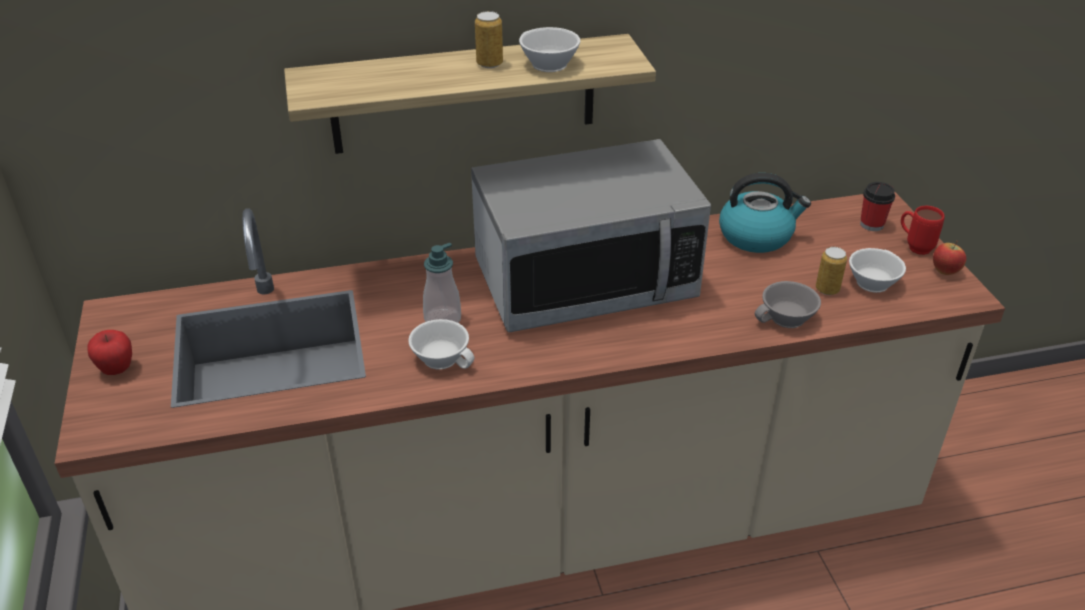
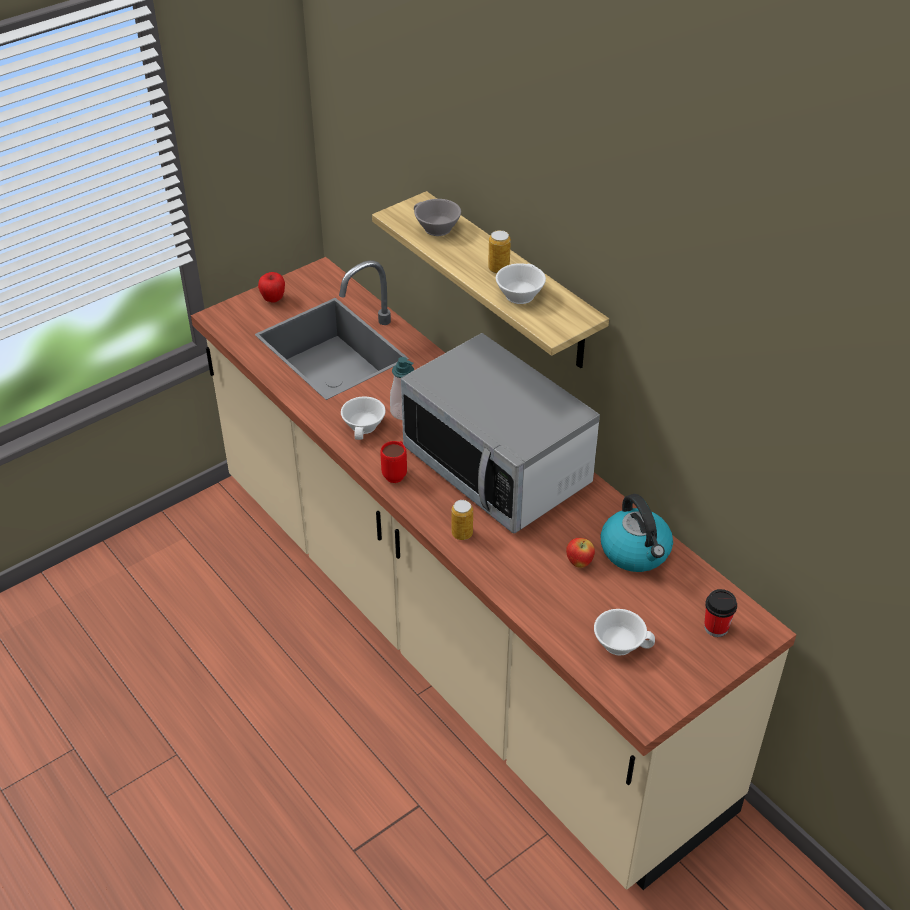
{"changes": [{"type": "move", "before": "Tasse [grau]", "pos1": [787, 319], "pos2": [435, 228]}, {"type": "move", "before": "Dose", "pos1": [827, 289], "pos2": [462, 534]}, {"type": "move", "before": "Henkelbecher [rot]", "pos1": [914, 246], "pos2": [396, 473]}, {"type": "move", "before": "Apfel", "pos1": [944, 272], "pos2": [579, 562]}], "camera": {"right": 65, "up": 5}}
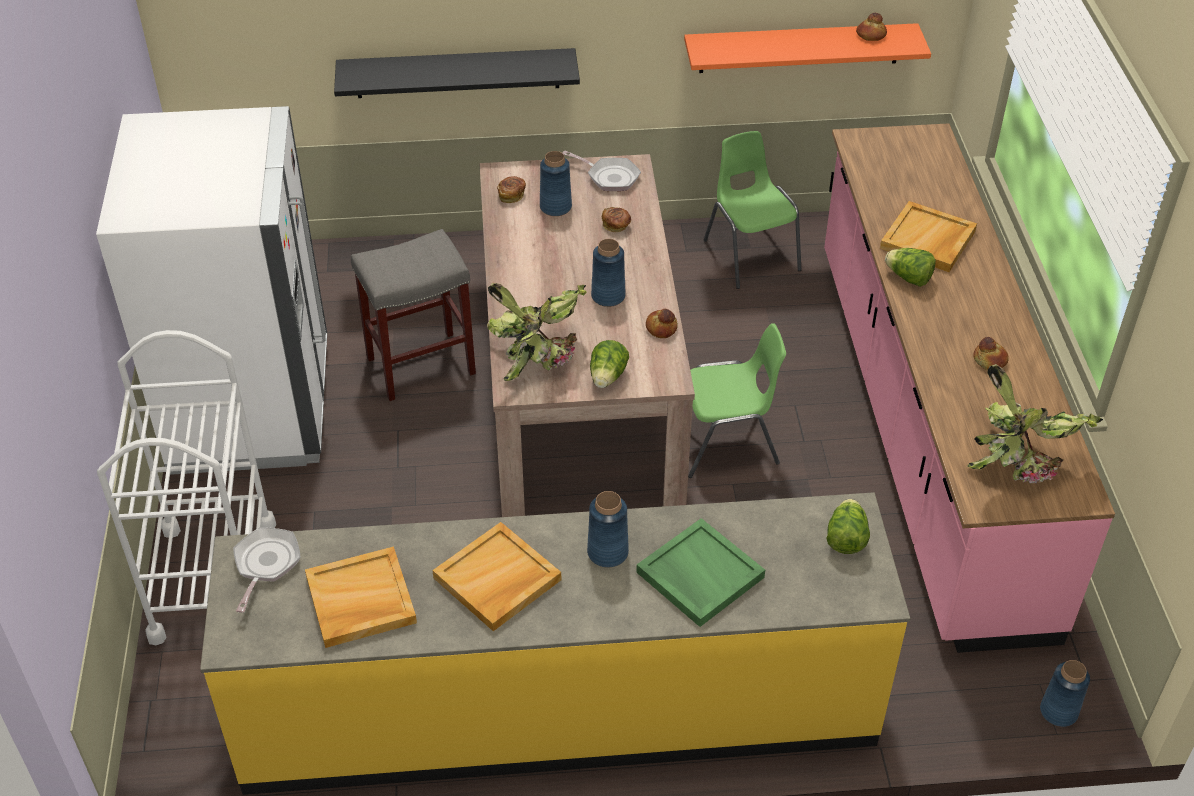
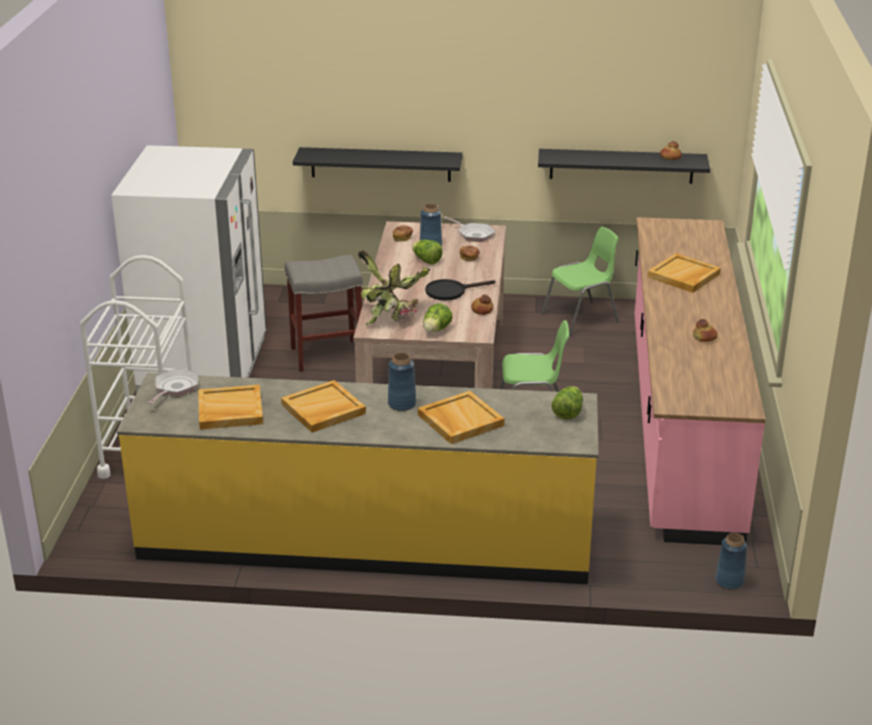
{"changes": [{"type": "delete", "before": "Topfpflanze", "pos1": [1020, 462]}, {"type": "move", "before": "Salatkopf", "pos1": [908, 278], "pos2": [426, 261]}, {"type": "replace", "before": "Vase [blau]", "after": "Pfanne [schwarz]", "pos1": [608, 296], "pos2": [451, 291]}, {"type": "recolor", "before": "Tablett [grün]", "after": "Tablett [beige]", "pos1": [699, 575], "pos2": [459, 420]}, {"type": "recolor", "before": "Wandregal [orange]", "after": "Wandregal [schwarz]", "pos1": [799, 48], "pos2": [621, 166]}, {"type": "rotate", "before": "Stuhl [grün]", "pos1": [750, 254], "pos2": [581, 318], "turn": 75}], "camera": {"right": 10, "up": -15}}
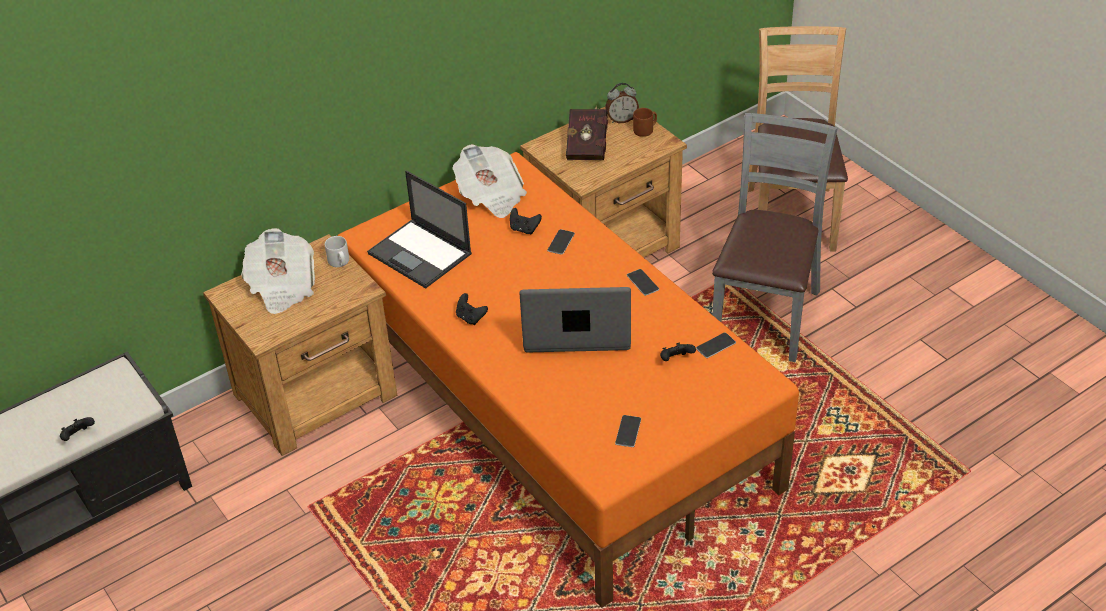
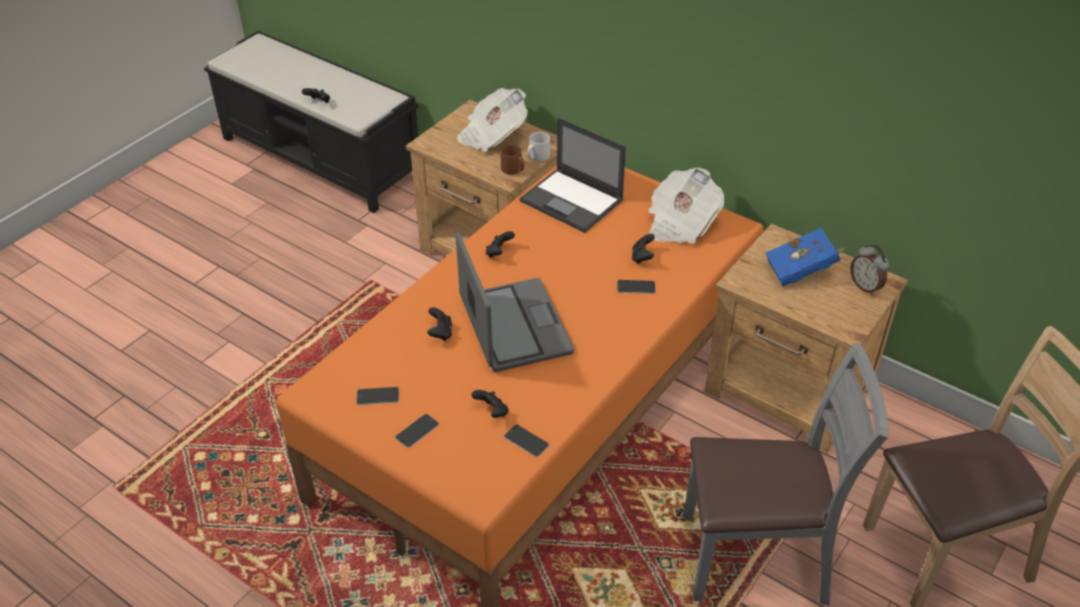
{"changes": [{"type": "insert", "after": "Gamepad [schwarz]", "pos2": [440, 333]}, {"type": "move", "before": "Handy", "pos1": [642, 282], "pos2": [417, 431]}, {"type": "move", "before": "Henkelbecher [braun]", "pos1": [645, 130], "pos2": [513, 170]}, {"type": "recolor", "before": "Buch [rot]", "after": "Buch [blau]", "pos1": [588, 145], "pos2": [802, 271]}, {"type": "rotate", "before": "Laptop", "pos1": [421, 254], "pos2": [572, 201], "turn": -75}], "camera": {"right": 70, "up": 0}}
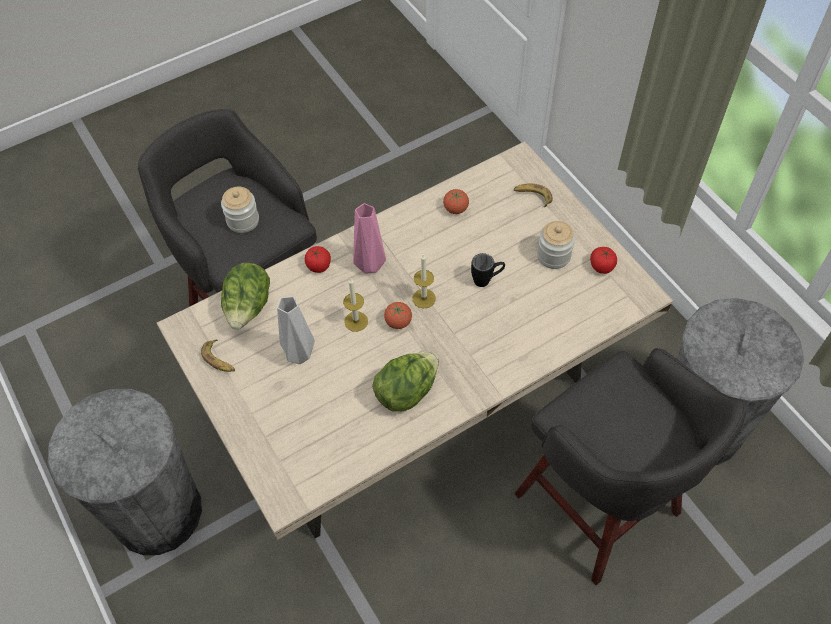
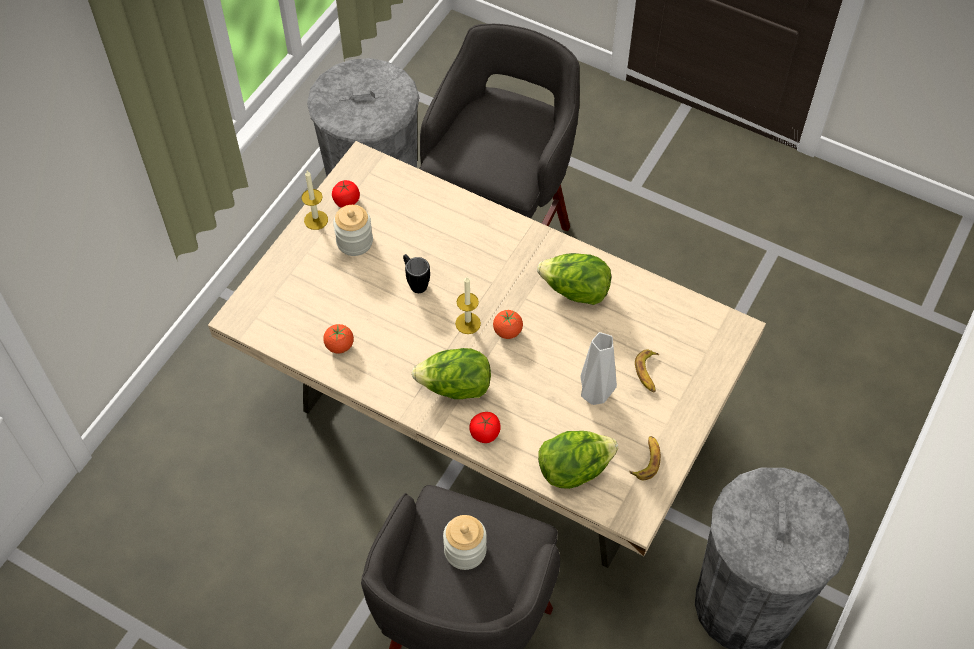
{"changes": [{"type": "move", "before": "Kerze", "pos1": [356, 321], "pos2": [316, 220]}, {"type": "move", "before": "Banane", "pos1": [532, 196], "pos2": [648, 373]}, {"type": "replace", "before": "Vase [rosa]", "after": "Salatkopf", "pos1": [370, 264], "pos2": [455, 387]}], "camera": {"right": -120, "up": 0}}
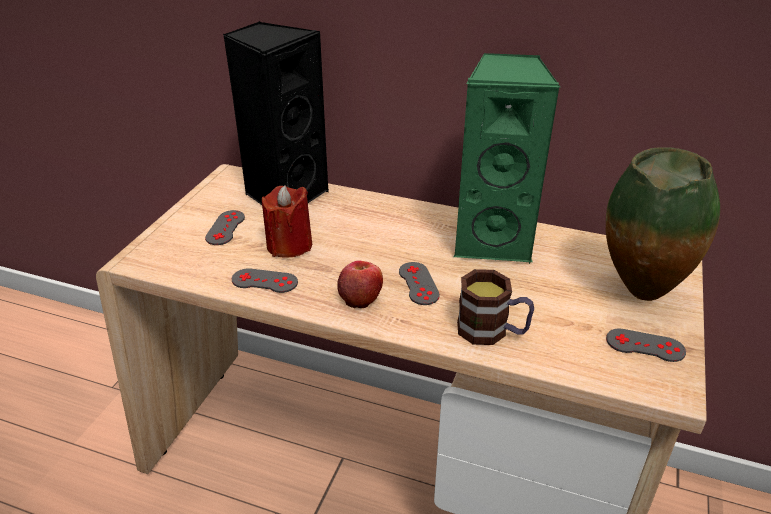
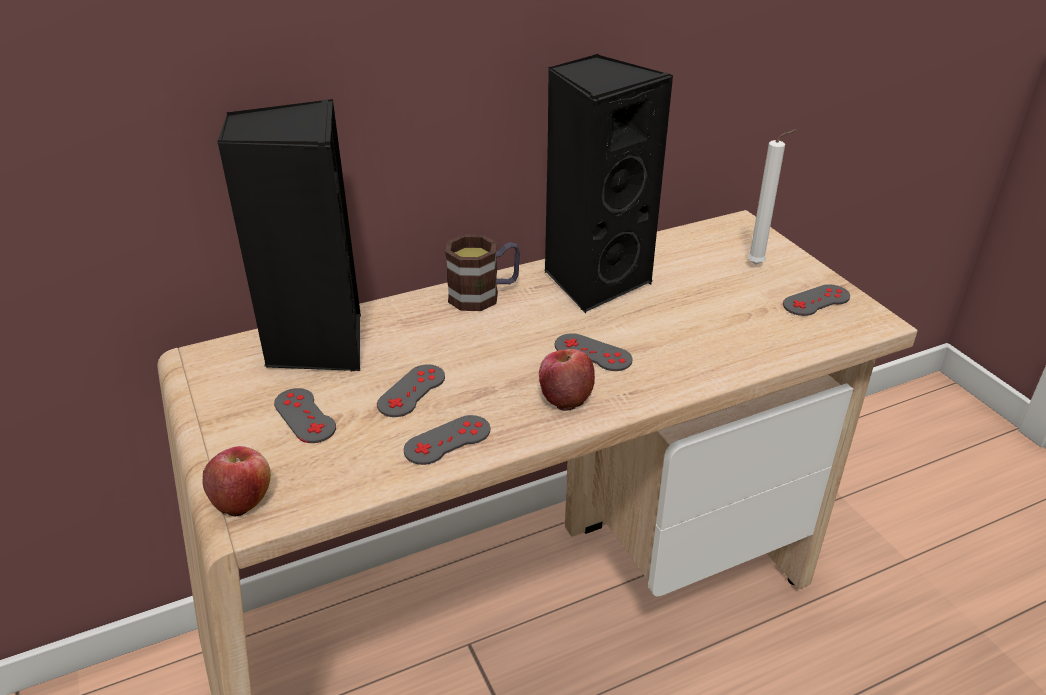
{"changes": [{"type": "insert", "after": "Apfel", "pos2": [242, 499]}, {"type": "move", "before": "Henkelbecher", "pos1": [492, 331], "pos2": [484, 295]}, {"type": "replace", "before": "Kerze [rot]", "after": "Gamepad [grau]", "pos1": [289, 245], "pos2": [411, 391]}, {"type": "replace", "before": "Vase", "after": "Kerze [weiß]", "pos1": [639, 295], "pos2": [758, 265]}, {"type": "recolor", "before": "Lautsprecher [grün]", "after": "Lautsprecher [schwarz]", "pos1": [493, 241], "pos2": [593, 280]}], "camera": {"right": -45, "up": 0}}
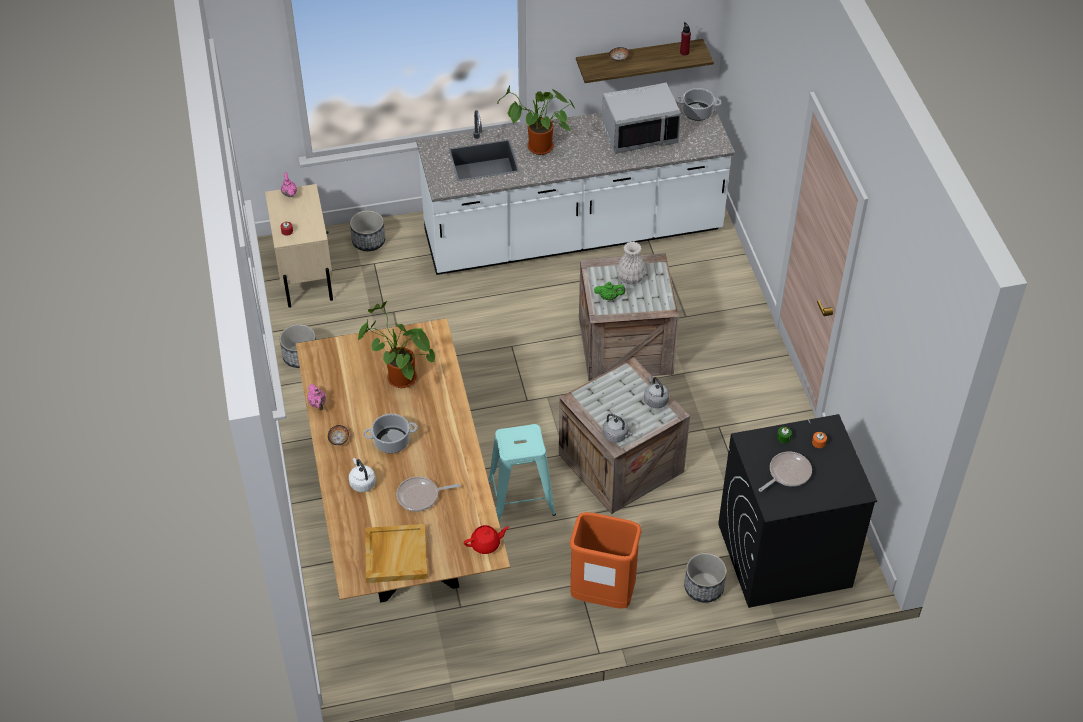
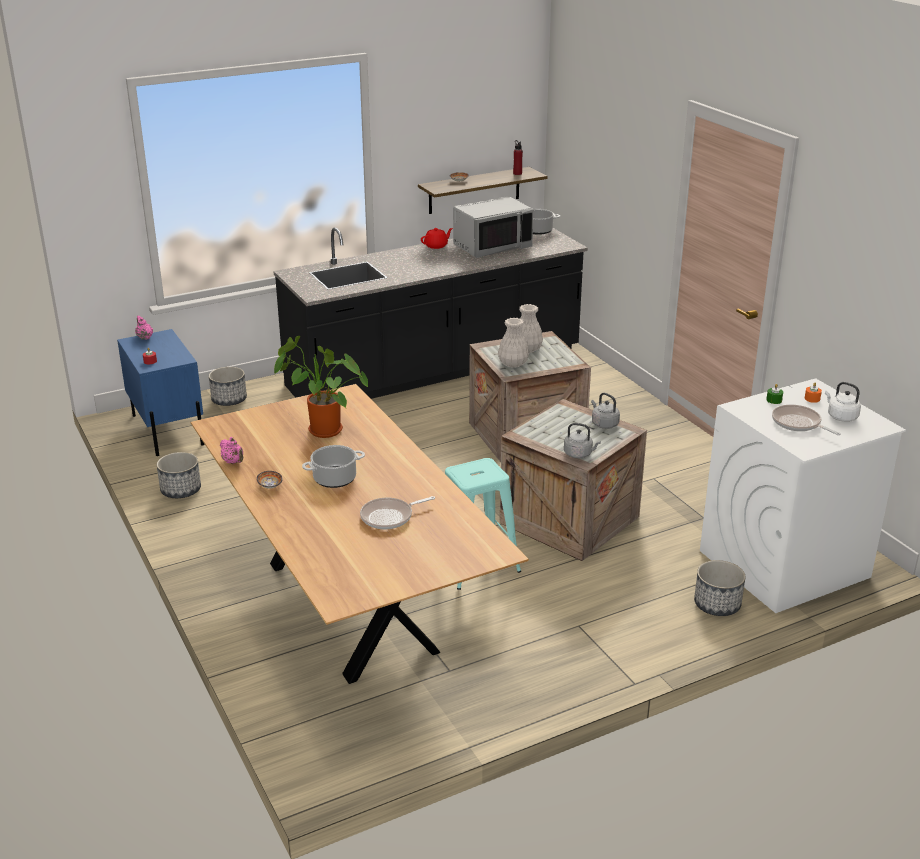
{"changes": [{"type": "delete", "before": "Tablett [beige]", "pos1": [395, 554]}, {"type": "delete", "before": "Topfpflanze", "pos1": [537, 148]}, {"type": "delete", "before": "Mülleimer [orange]", "pos1": [602, 595]}, {"type": "move", "before": "Wasserkessel [weiß]", "pos1": [362, 482], "pos2": [840, 416]}, {"type": "move", "before": "Teekanne [rot]", "pos1": [486, 544], "pos2": [436, 246]}, {"type": "replace", "before": "Teekanne [grün]", "after": "Vase [weiß]", "pos1": [609, 297], "pos2": [513, 363]}, {"type": "recolor", "before": "Nachttisch [beige]", "after": "Nachttisch [blau]", "pos1": [305, 273], "pos2": [167, 429]}, {"type": "recolor", "before": "Küchenzeile [weiß]", "after": "Küchenzeile [schwarz]", "pos1": [573, 234], "pos2": [435, 370]}, {"type": "recolor", "before": "Waschmaschine [schwarz]", "after": "Waschmaschine [weiß]", "pos1": [783, 556], "pos2": [783, 564]}, {"type": "rotate", "before": "Pfanne", "pos1": [787, 473], "pos2": [798, 423], "turn": -75}], "camera": {"right": -15, "up": -20}}
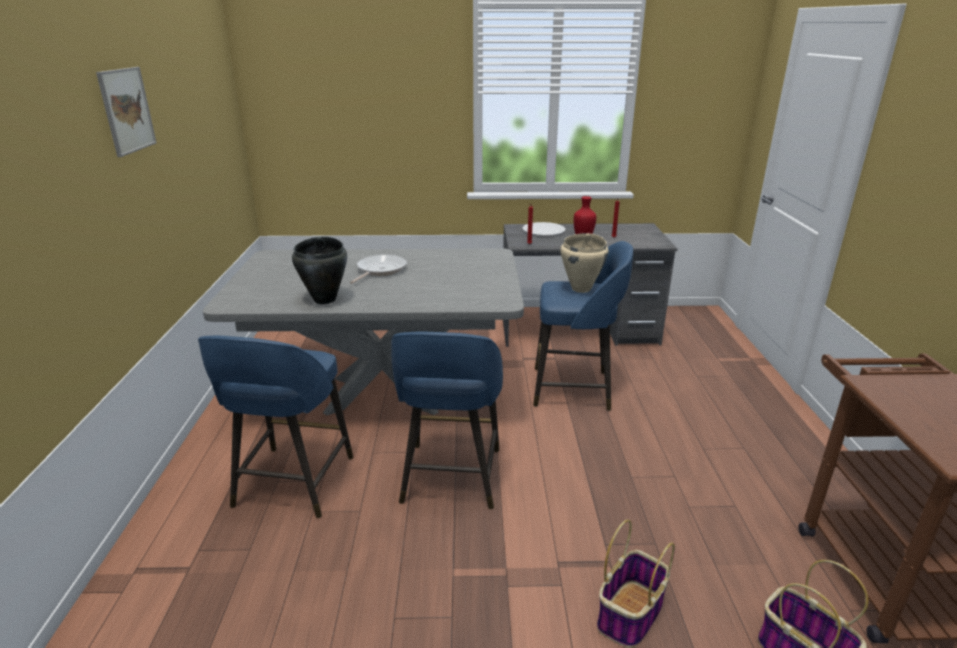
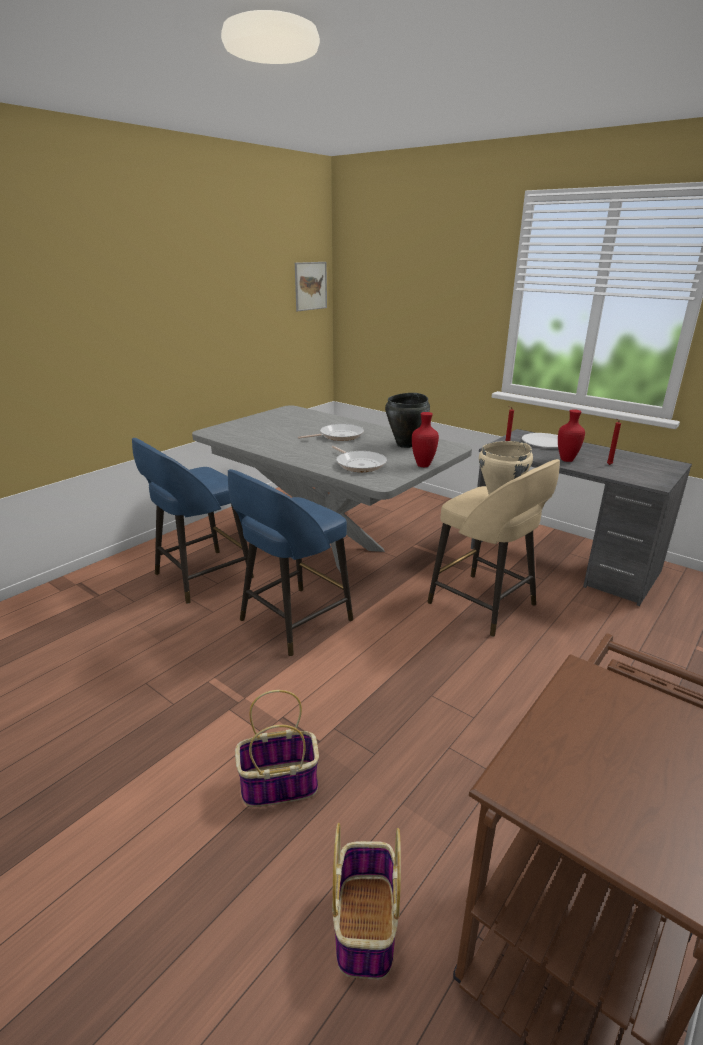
{"changes": [{"type": "insert", "after": "Pfanne", "pos2": [359, 464]}, {"type": "insert", "after": "Vase [rot]", "pos2": [422, 465]}, {"type": "move", "before": "Bild", "pos1": [126, 110], "pos2": [310, 286]}, {"type": "move", "before": "Kochtopf [schwarz]", "pos1": [325, 299], "pos2": [406, 445]}, {"type": "recolor", "before": "Hocker [blau]", "after": "Hocker [beige]", "pos1": [574, 389], "pos2": [484, 605]}], "camera": {"right": 40, "up": 0}}
